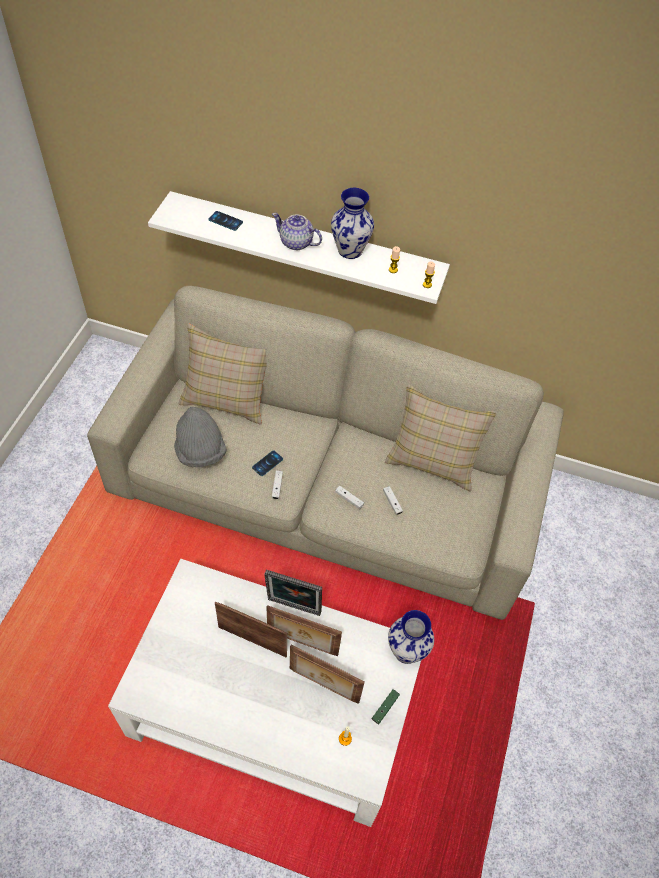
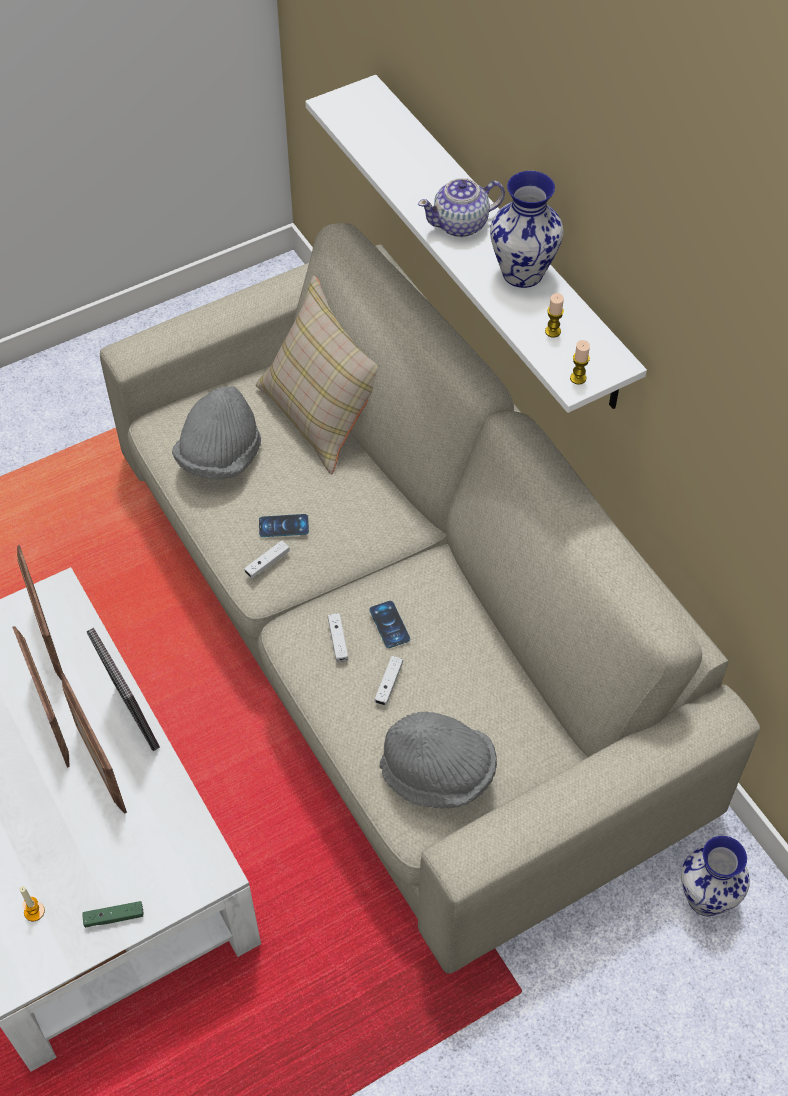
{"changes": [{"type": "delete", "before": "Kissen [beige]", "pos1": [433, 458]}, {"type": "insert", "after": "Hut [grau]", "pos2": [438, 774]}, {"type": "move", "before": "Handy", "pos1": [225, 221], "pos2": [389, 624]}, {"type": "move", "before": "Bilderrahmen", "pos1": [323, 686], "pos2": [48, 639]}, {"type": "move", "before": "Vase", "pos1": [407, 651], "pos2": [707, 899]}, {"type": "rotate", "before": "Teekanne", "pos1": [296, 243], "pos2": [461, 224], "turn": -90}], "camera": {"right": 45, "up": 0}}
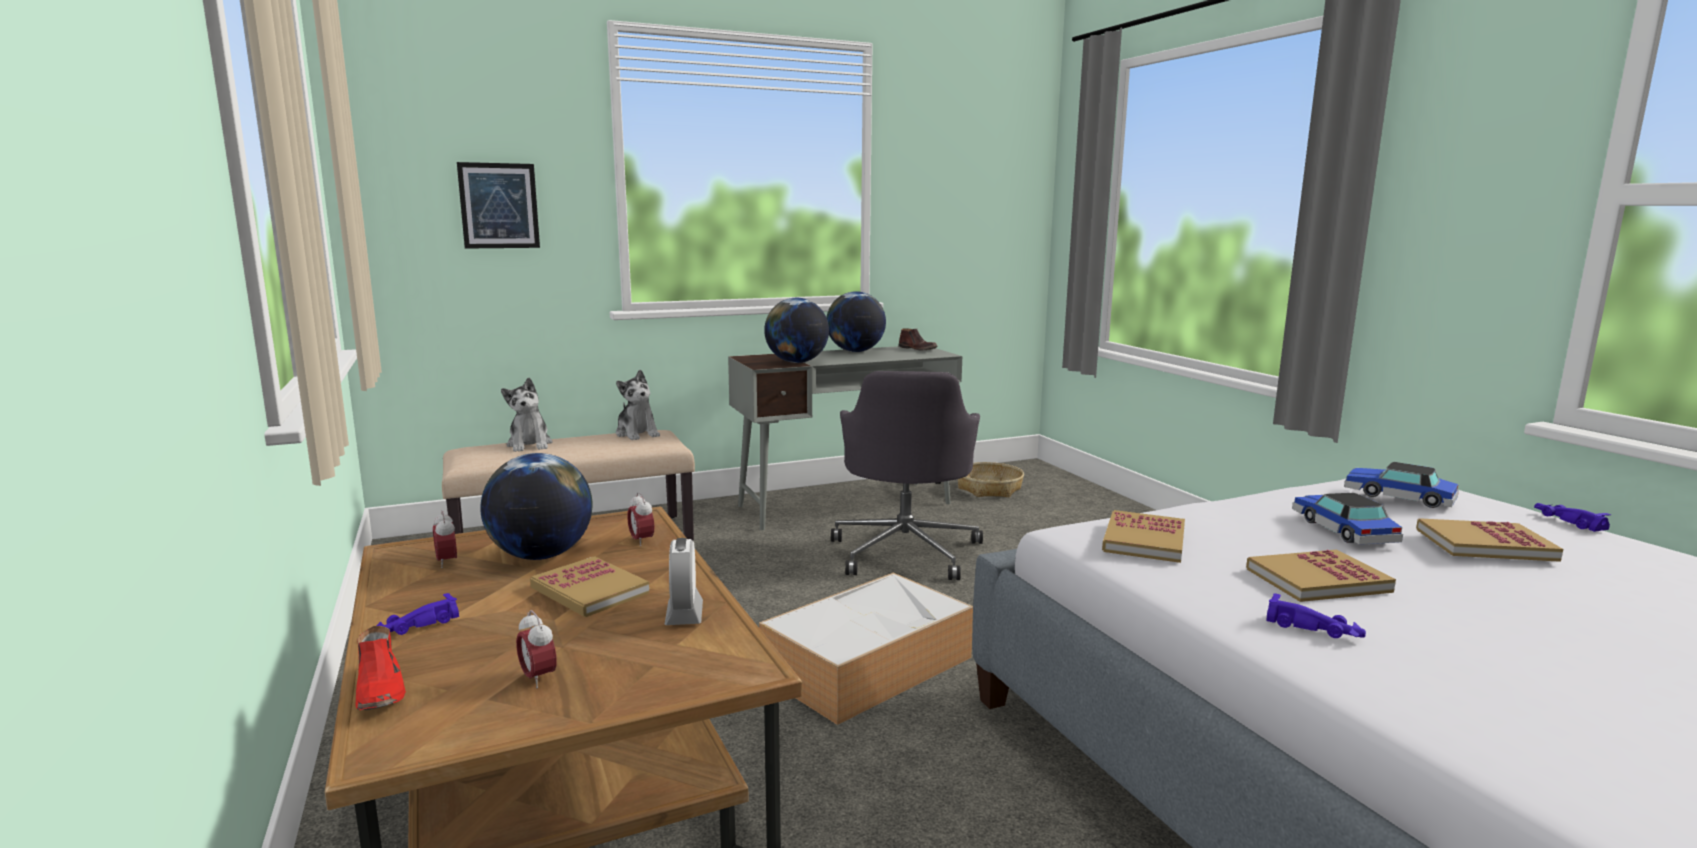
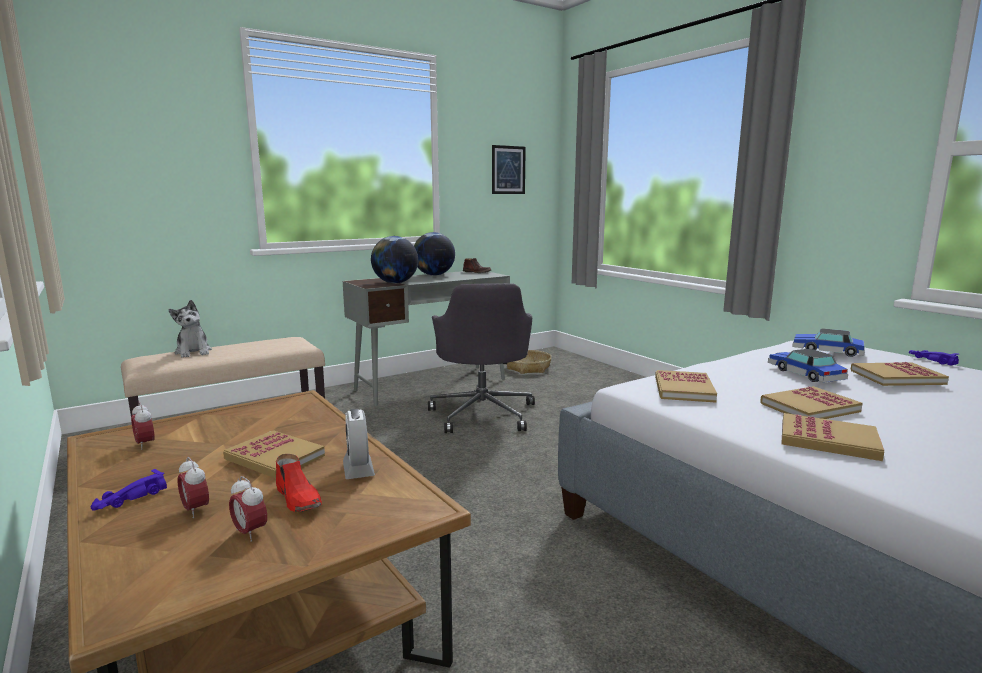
{"changes": [{"type": "delete", "before": "Globus", "pos1": [541, 556]}, {"type": "delete", "before": "Plüschtier", "pos1": [637, 434]}, {"type": "delete", "before": "Aufbewahrungsbox", "pos1": [869, 665]}, {"type": "move", "before": "Schuh [rot]", "pos1": [381, 690], "pos2": [299, 499]}, {"type": "move", "before": "Bild", "pos1": [499, 206], "pos2": [508, 170]}, {"type": "move", "before": "Wecker", "pos1": [641, 541], "pos2": [196, 510]}, {"type": "replace", "before": "Spielzeugauto [lila]", "after": "Buch", "pos1": [1314, 629], "pos2": [828, 440]}], "camera": {"right": -10, "up": 0}}
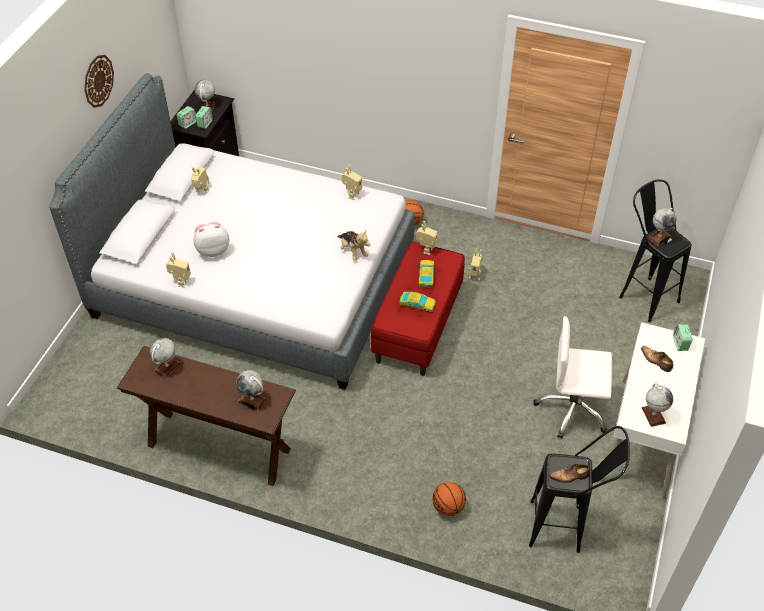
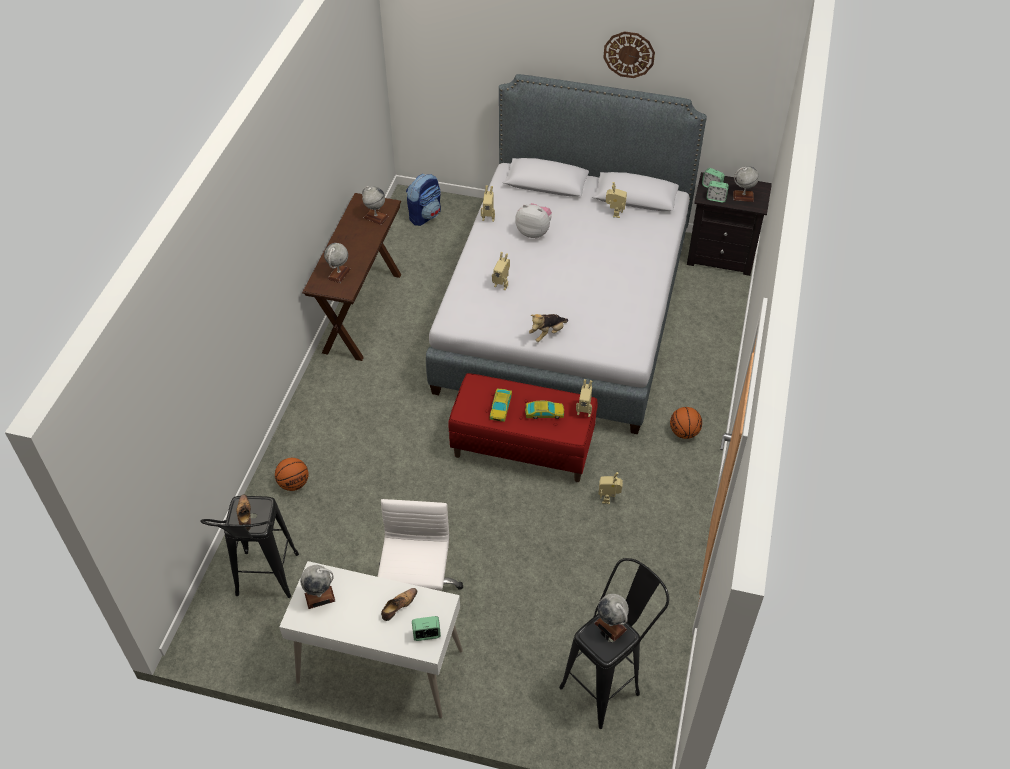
{"changes": [{"type": "insert", "after": "Rucksack", "pos2": [425, 215]}, {"type": "move", "before": "Spielzeugroboter", "pos1": [352, 194], "pos2": [502, 284]}, {"type": "rotate", "before": "Plüschtier", "pos1": [212, 249], "pos2": [534, 232], "turn": -45}], "camera": {"right": 85, "up": 0}}
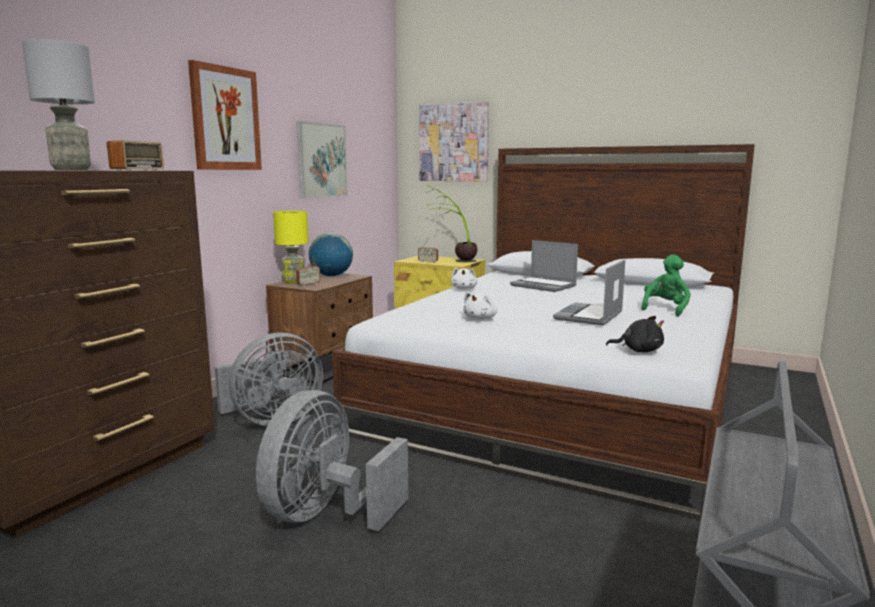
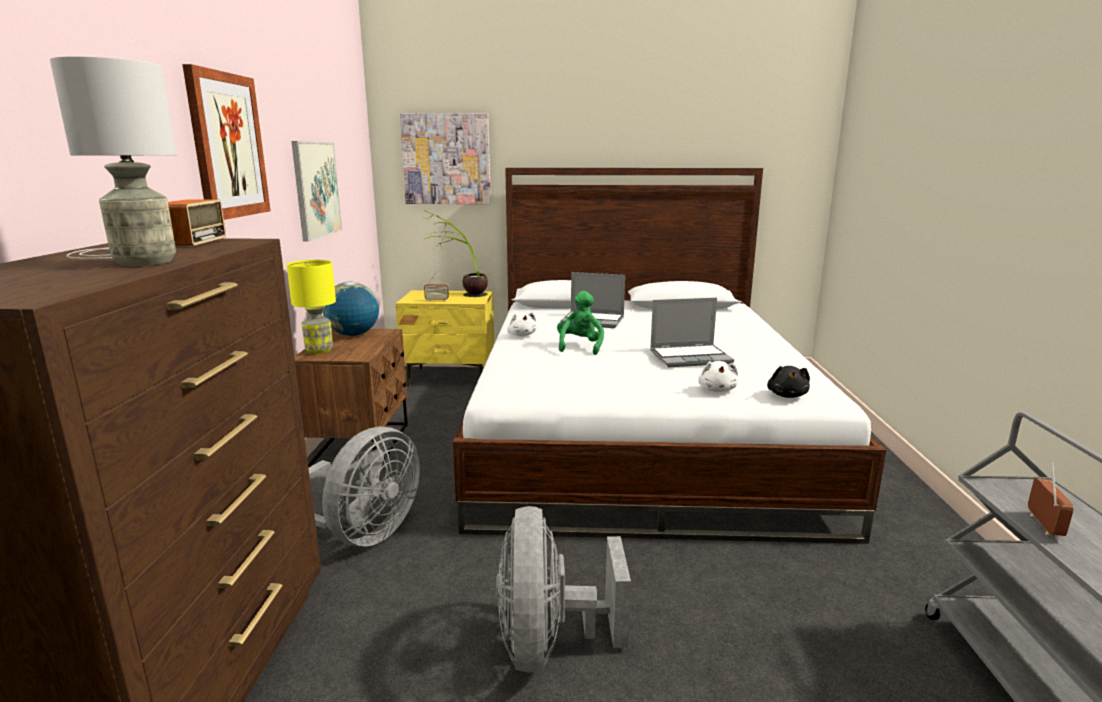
{"changes": [{"type": "move", "before": "Radio", "pos1": [308, 285], "pos2": [1043, 525]}, {"type": "move", "before": "Plüschtier [weiß]", "pos1": [480, 319], "pos2": [717, 390]}, {"type": "move", "before": "Plüschtier [grün]", "pos1": [665, 309], "pos2": [580, 347]}, {"type": "rotate", "before": "Laptop", "pos1": [589, 316], "pos2": [691, 357], "turn": -105}, {"type": "rotate", "before": "Plüschtier [schwarz]", "pos1": [638, 350], "pos2": [787, 395], "turn": 105}], "camera": {"right": -25, "up": 5}}
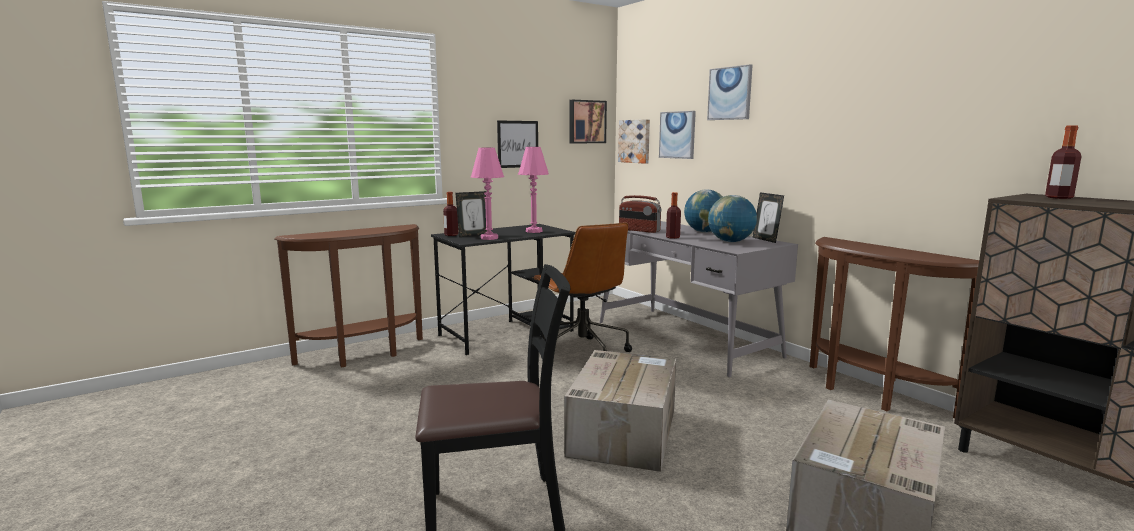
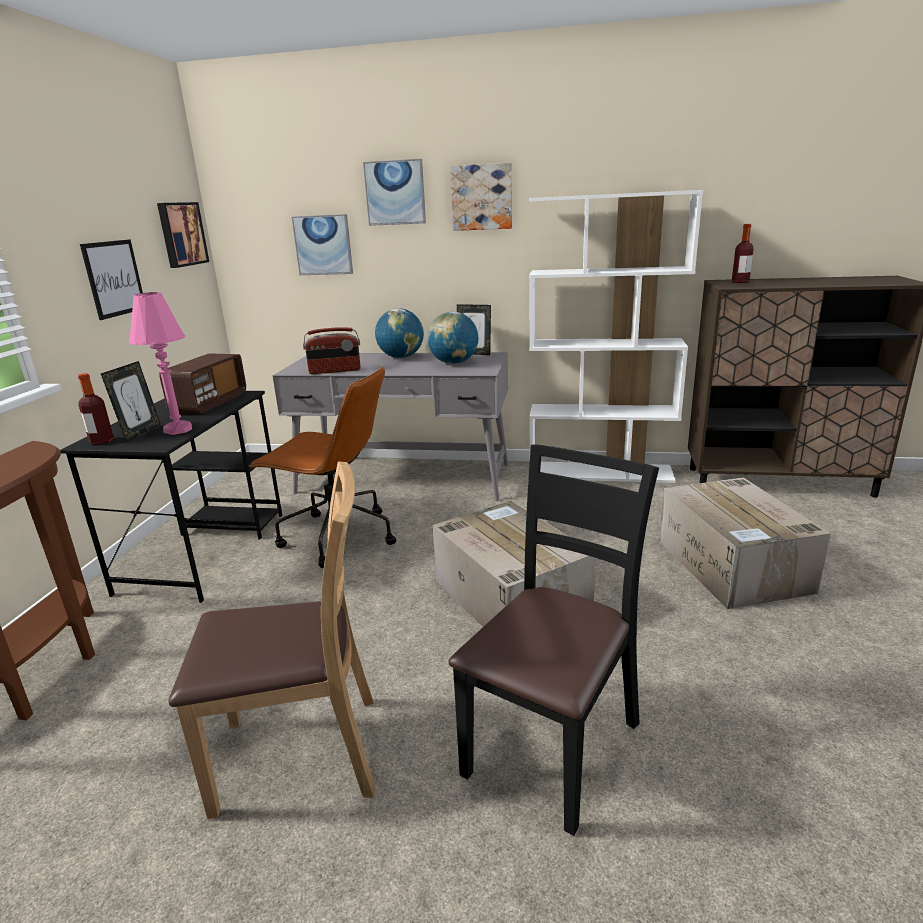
{"changes": [{"type": "delete", "before": "Flasche", "pos1": [672, 237]}, {"type": "insert", "after": "Stuhl [braun]", "pos2": [301, 754]}, {"type": "move", "before": "Bild", "pos1": [635, 141], "pos2": [482, 197]}, {"type": "replace", "before": "Tischlampe [rosa]", "after": "Radio", "pos1": [534, 231], "pos2": [209, 403]}, {"type": "replace", "before": "Konsolentisch [braun]", "after": "Bücherregal [weiß]", "pos1": [869, 394], "pos2": [601, 472]}], "camera": {"right": -45, "up": 10}}
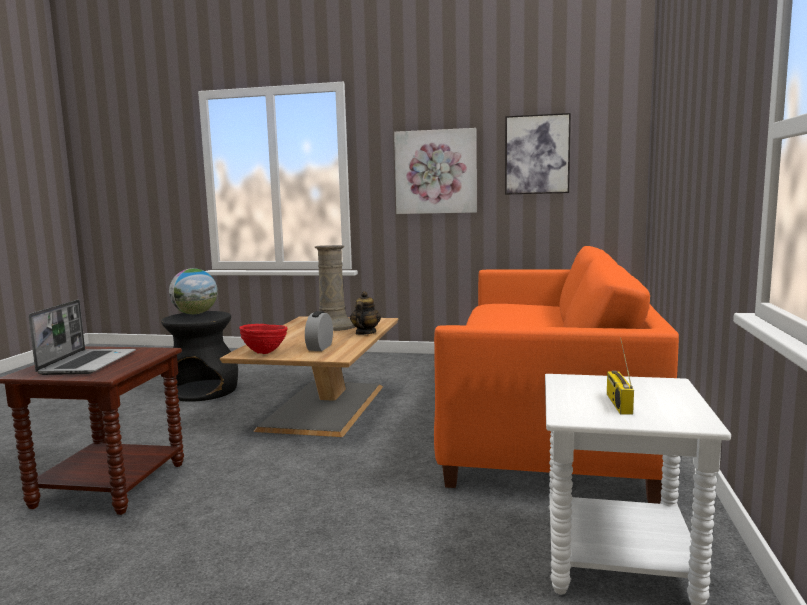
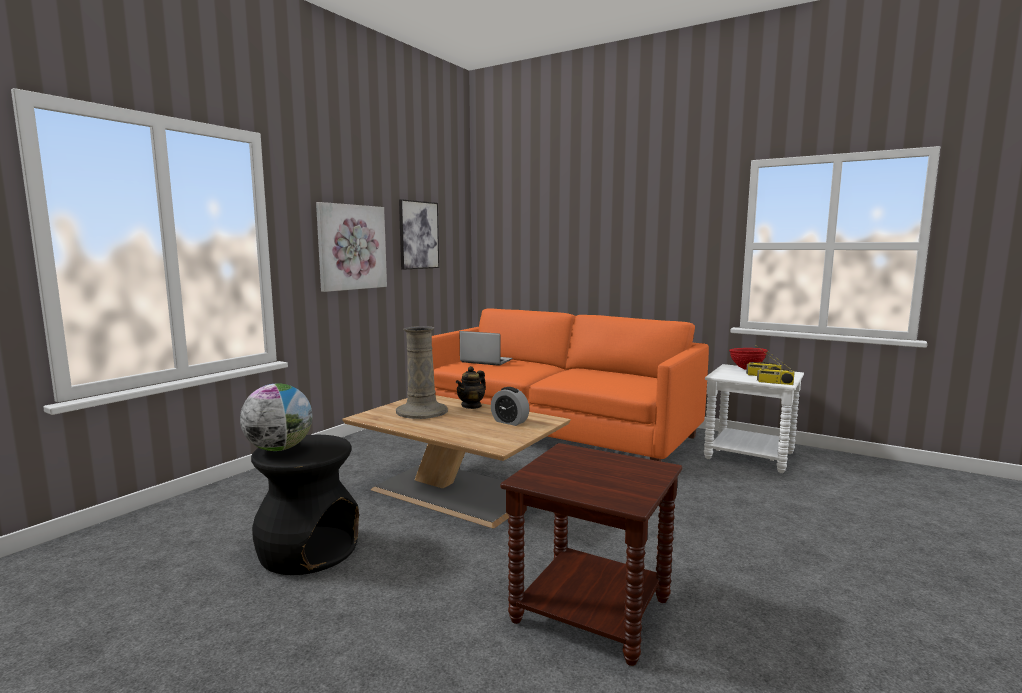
{"changes": [{"type": "insert", "after": "Radio", "pos2": [774, 383]}, {"type": "move", "before": "Laptop", "pos1": [88, 363], "pos2": [485, 361]}, {"type": "move", "before": "Schüssel [rot]", "pos1": [265, 353], "pos2": [746, 369]}, {"type": "rotate", "before": "Teekanne", "pos1": [365, 333], "pos2": [471, 406], "turn": -90}], "camera": {"right": -70, "up": 0}}
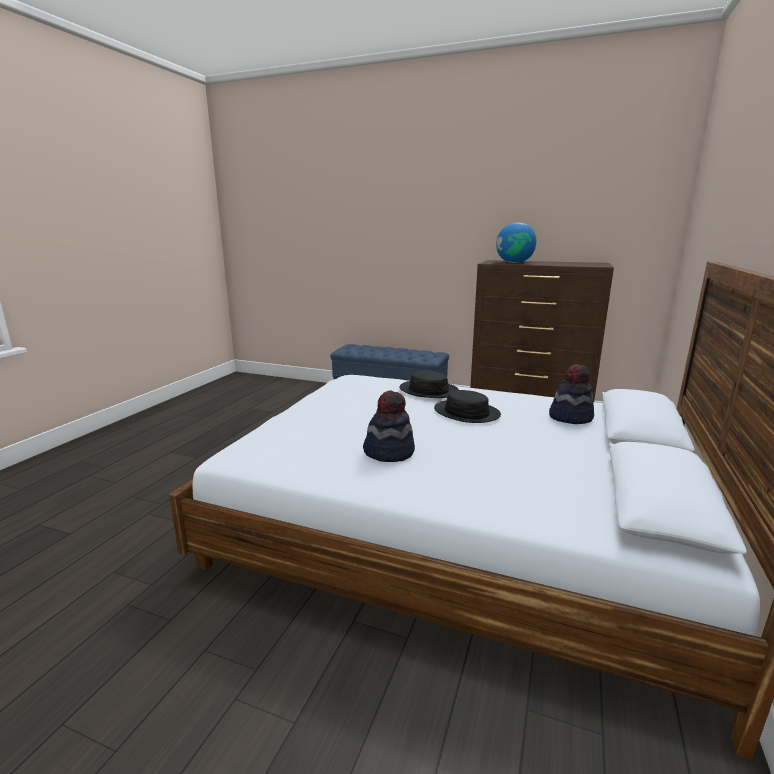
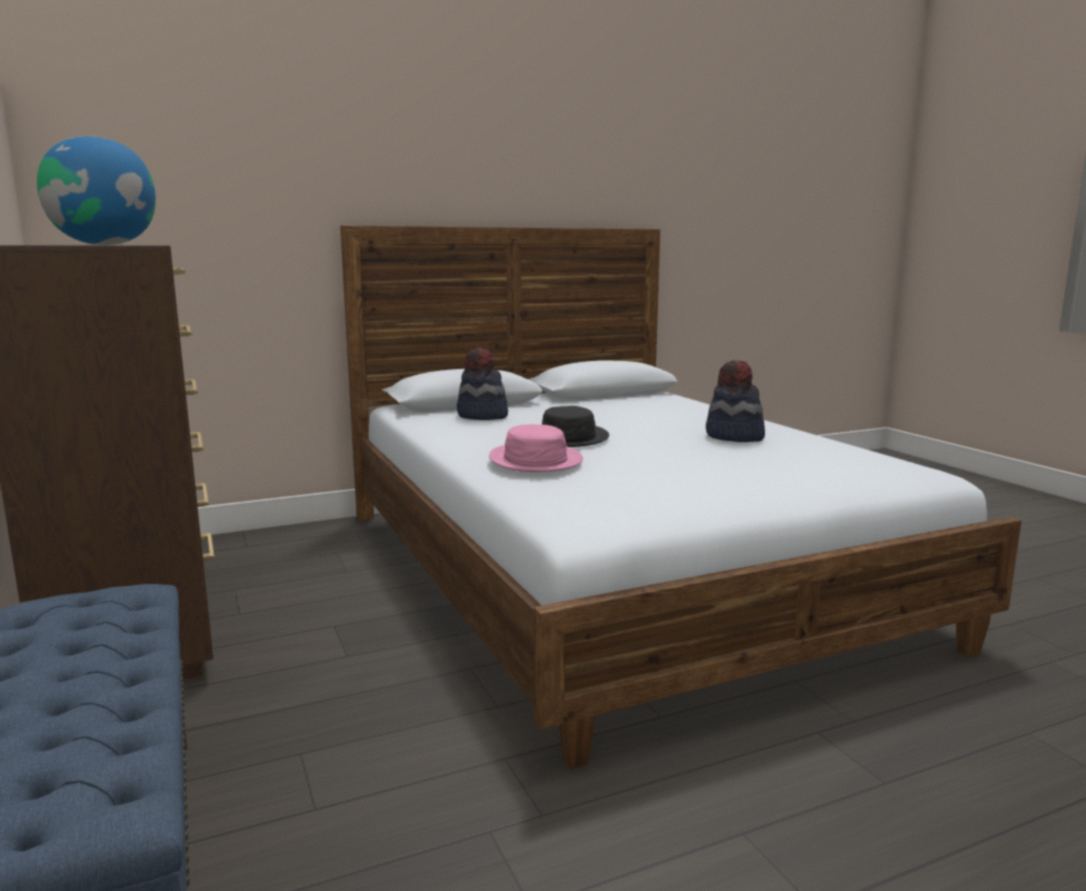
{"changes": [{"type": "recolor", "before": "Hut [schwarz]", "after": "Hut [rosa]", "pos1": [428, 390], "pos2": [535, 460]}], "camera": {"right": -135, "up": -5}}
